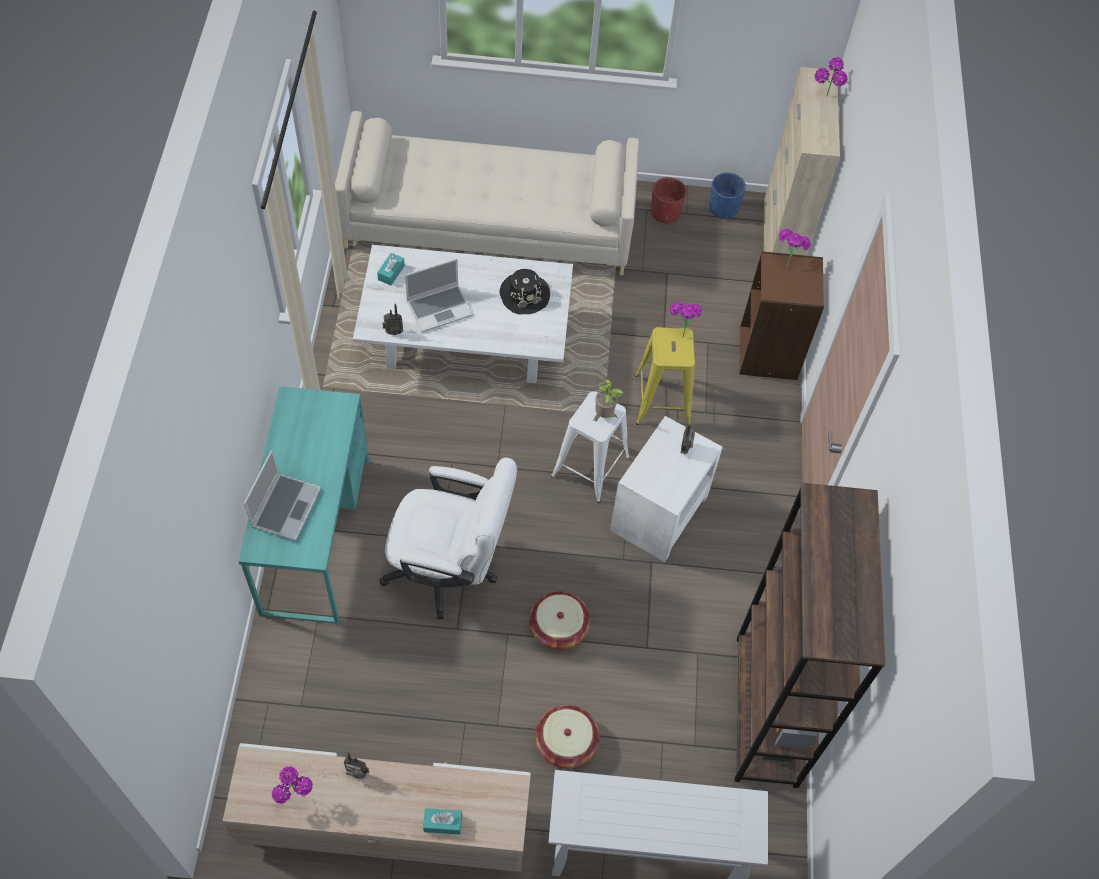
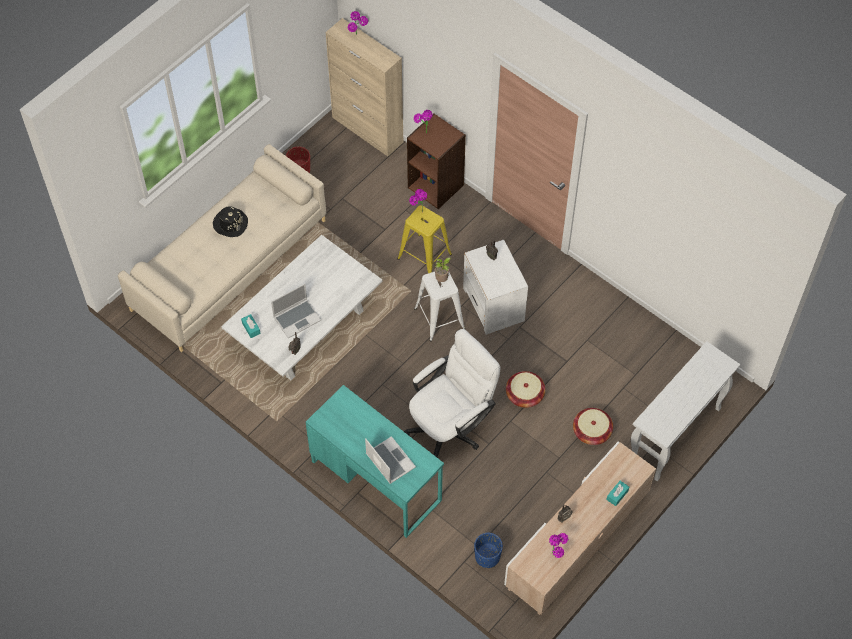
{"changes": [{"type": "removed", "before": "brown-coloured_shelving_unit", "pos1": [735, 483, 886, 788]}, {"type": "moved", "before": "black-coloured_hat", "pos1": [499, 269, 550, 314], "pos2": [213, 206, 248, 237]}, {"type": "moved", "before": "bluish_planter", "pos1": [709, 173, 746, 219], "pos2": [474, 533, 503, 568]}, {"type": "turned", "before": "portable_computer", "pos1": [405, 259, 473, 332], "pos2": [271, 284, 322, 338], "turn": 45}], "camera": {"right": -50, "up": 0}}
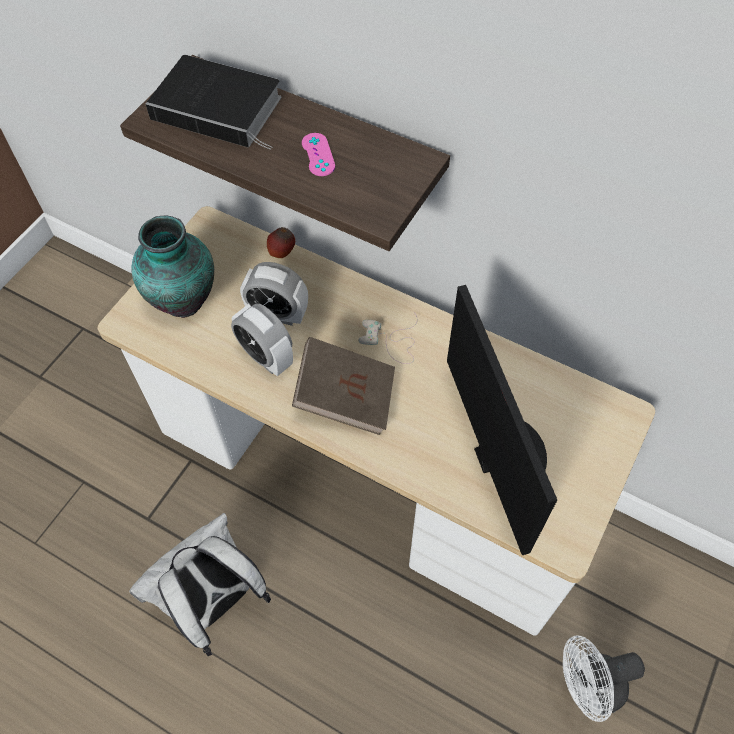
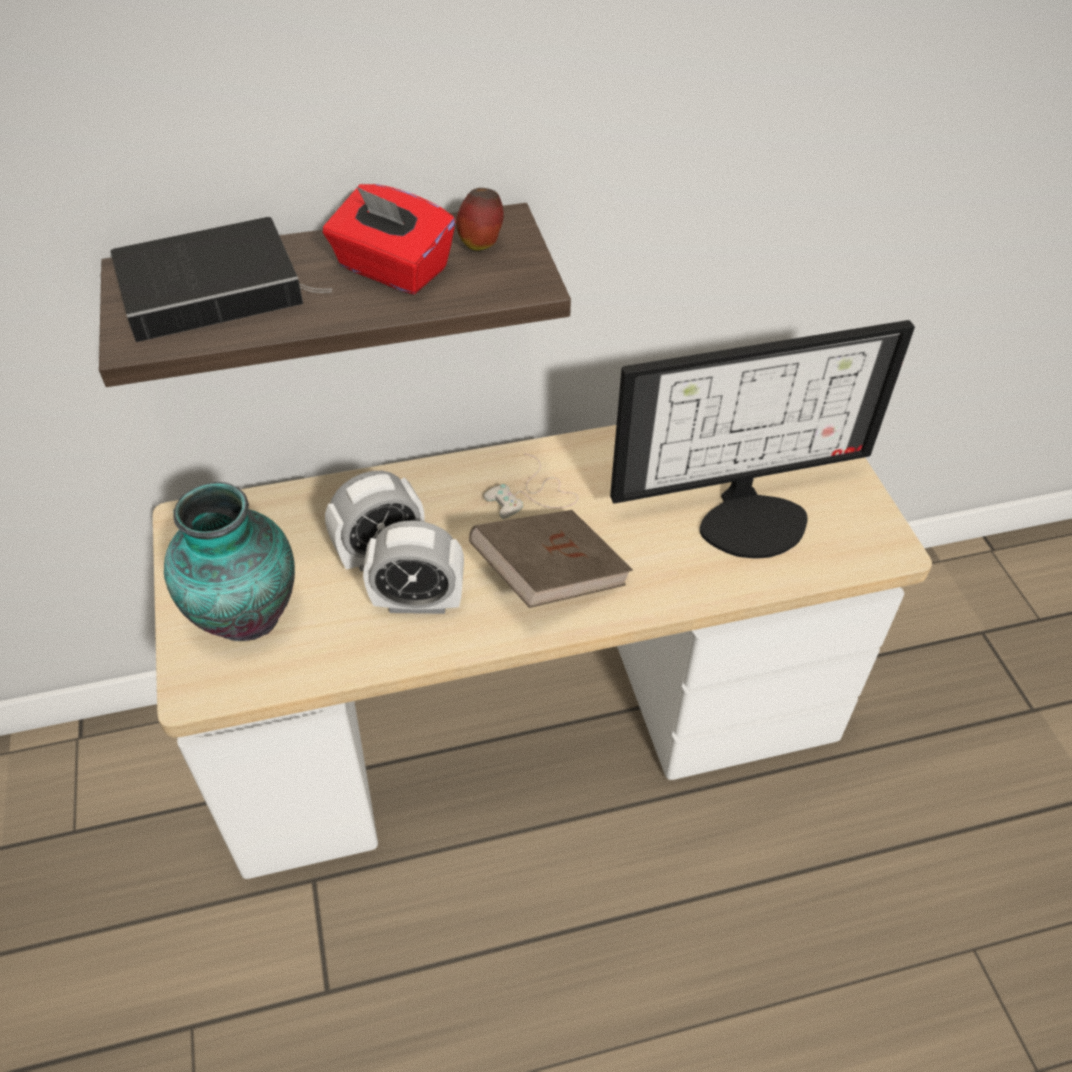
{"changes": [{"type": "removed", "before": "whitish_knapsack", "pos1": [129, 513, 271, 656]}, {"type": "removed", "before": "whitish_electric_fan", "pos1": [563, 636, 645, 722]}, {"type": "moved", "before": "apple", "pos1": [267, 227, 295, 258], "pos2": [456, 188, 504, 251]}, {"type": "replaced", "before": "pinkish_gamepad", "after": "red_tissue_holder", "pos1": [302, 133, 335, 176], "pos2": [323, 184, 456, 294]}, {"type": "turned", "before": "computer_screen", "pos1": [447, 285, 557, 555], "pos2": [610, 320, 915, 559], "turn": 135}], "camera": {"right": -45, "up": -10}}
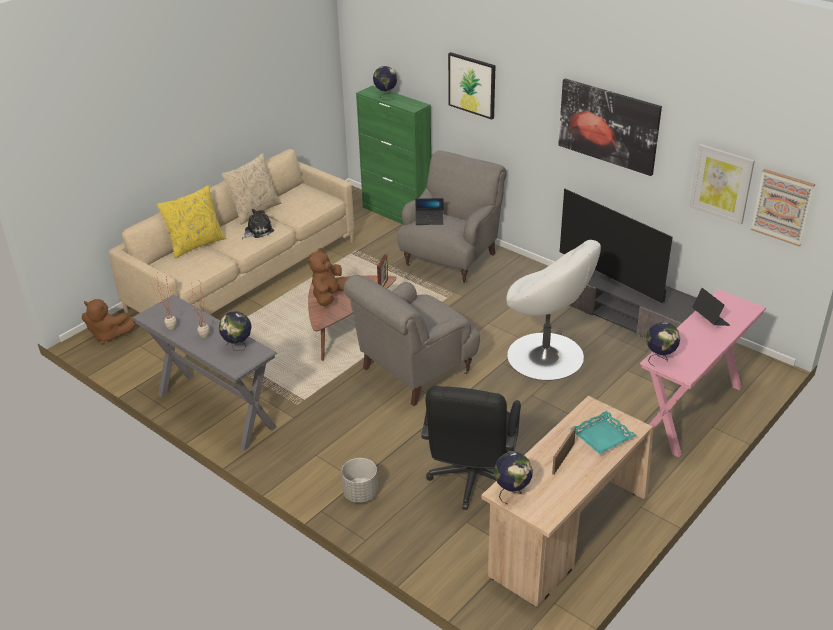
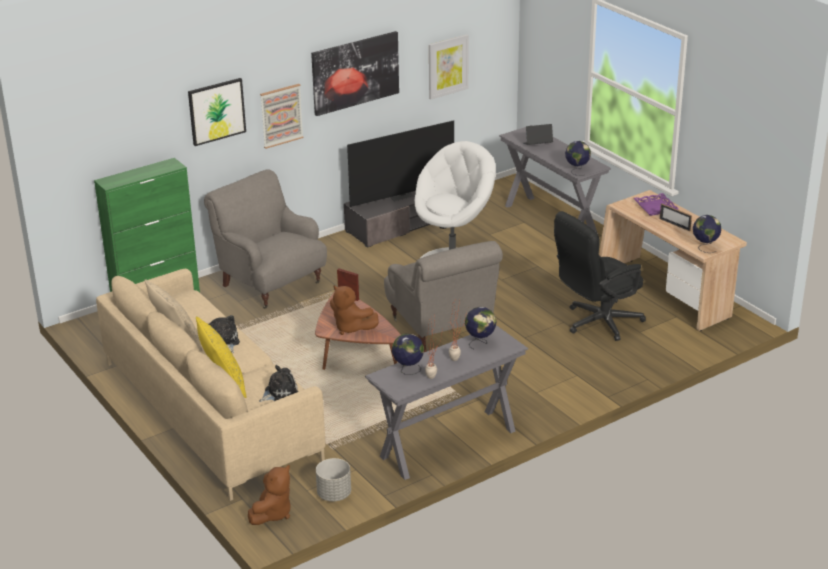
{"changes": [{"type": "removed", "before": "portable_computer", "pos1": [415, 198, 444, 225]}, {"type": "added", "after": "plush_toy", "pos2": [259, 365, 299, 402]}, {"type": "moved", "before": "grey_planter", "pos1": [341, 458, 378, 503], "pos2": [316, 458, 351, 501]}, {"type": "moved", "before": "world_globe", "pos1": [373, 66, 397, 100], "pos2": [392, 334, 424, 375]}, {"type": "moved", "before": "picture", "pos1": [751, 169, 815, 246], "pos2": [260, 84, 304, 149]}, {"type": "recoloured", "before": "turquoise_serving_tray", "after": "purple_serving_tray", "pos1": [570, 411, 637, 454], "pos2": [633, 193, 679, 216]}, {"type": "recoloured", "before": "pinkish_narrow_table", "after": "grey_narrow_table", "pos1": [640, 289, 766, 457], "pos2": [499, 125, 611, 234]}, {"type": "turned", "before": "black-coloured_computer_chair", "pos1": [421, 386, 521, 510], "pos2": [554, 211, 646, 341], "turn": 120}], "camera": {"right": -75, "up": -5}}
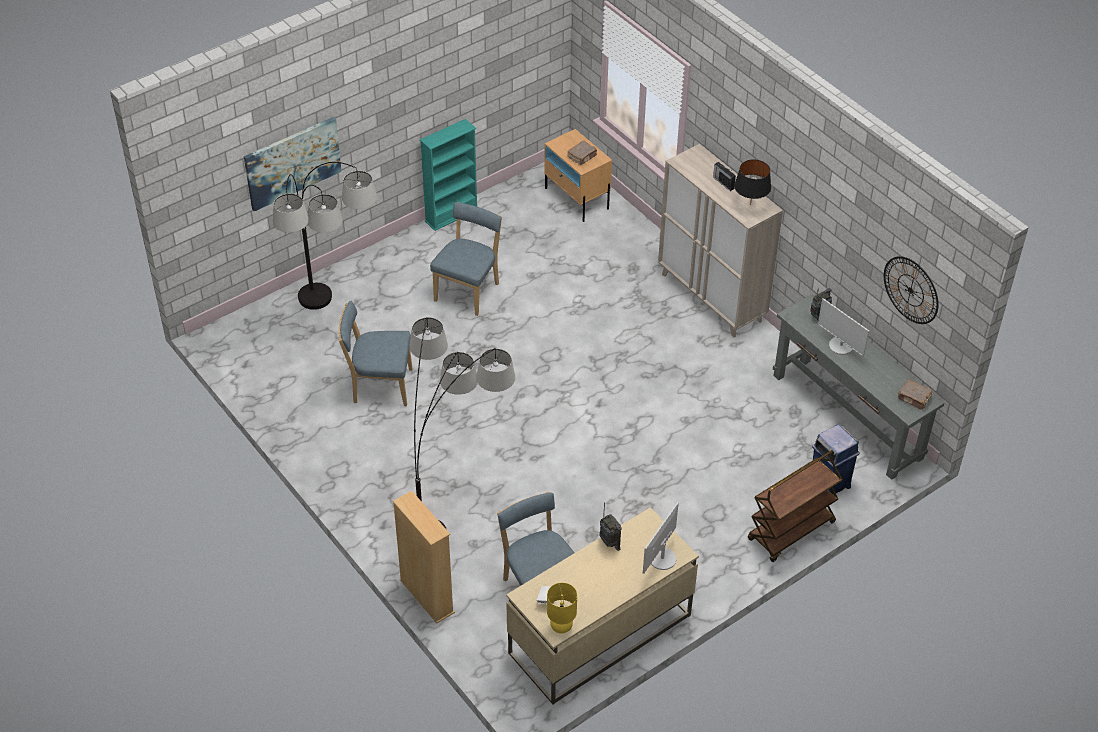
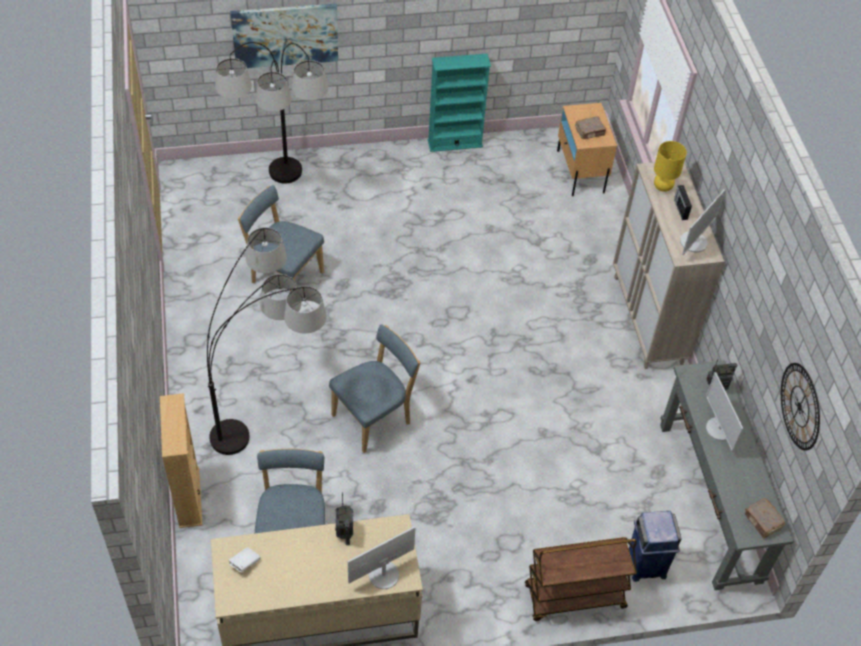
{"changes": [{"type": "moved", "before": "bluish_chair", "pos1": [430, 202, 502, 316], "pos2": [329, 325, 420, 453]}, {"type": "moved", "before": "yellow-coloured_lamp_for_a_table", "pos1": [547, 583, 577, 634], "pos2": [654, 141, 687, 192]}, {"type": "replaced", "before": "black-coloured_lamp_for_a_table", "after": "computer_screen", "pos1": [734, 159, 771, 205], "pos2": [680, 189, 725, 255]}], "camera": {"right": 25, "up": 5}}
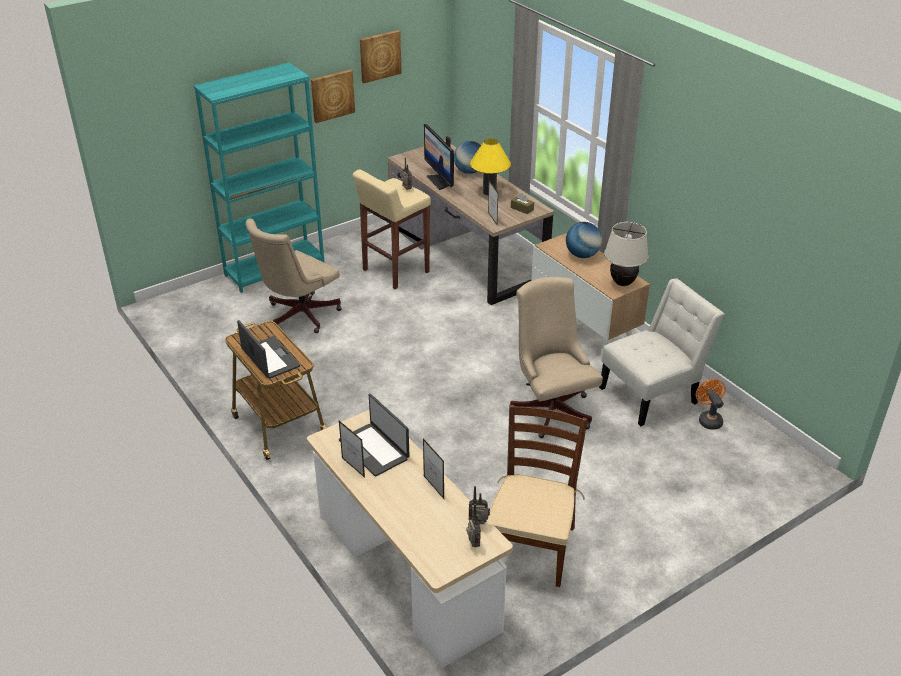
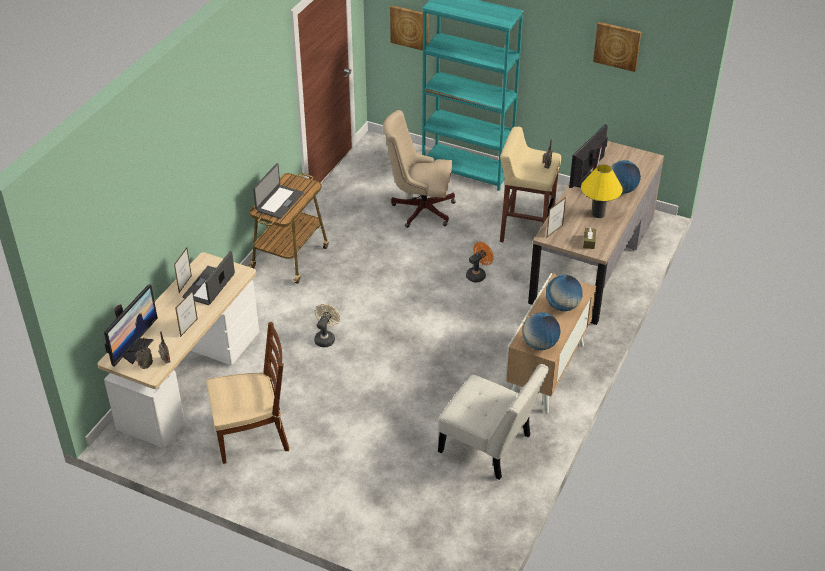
{"changes": [{"type": "removed", "before": "beige-coloured_computer_chair", "pos1": [510, 277, 603, 438]}, {"type": "added", "after": "computer_screen", "pos2": [104, 284, 158, 367]}, {"type": "added", "after": "beige-coloured_electric_fan", "pos2": [314, 304, 340, 347]}, {"type": "moved", "before": "picture", "pos1": [311, 70, 355, 123], "pos2": [390, 5, 429, 51]}, {"type": "moved", "before": "orange_electric_fan", "pos1": [696, 379, 726, 430], "pos2": [466, 242, 494, 283]}, {"type": "replaced", "before": "beige-coloured_lamp_for_a_table", "after": "world_globe", "pos1": [604, 222, 649, 286], "pos2": [522, 312, 561, 350]}], "camera": {"right": 60, "up": 5}}
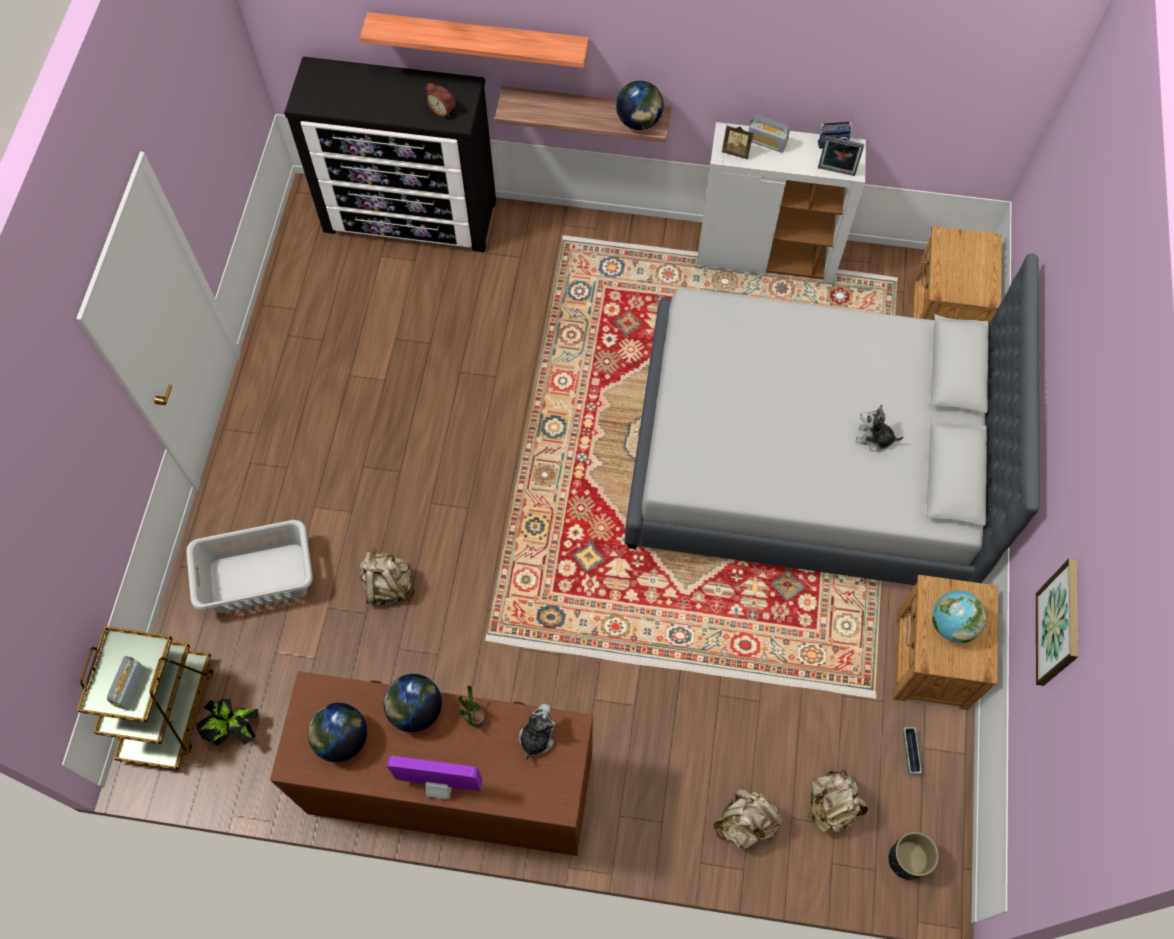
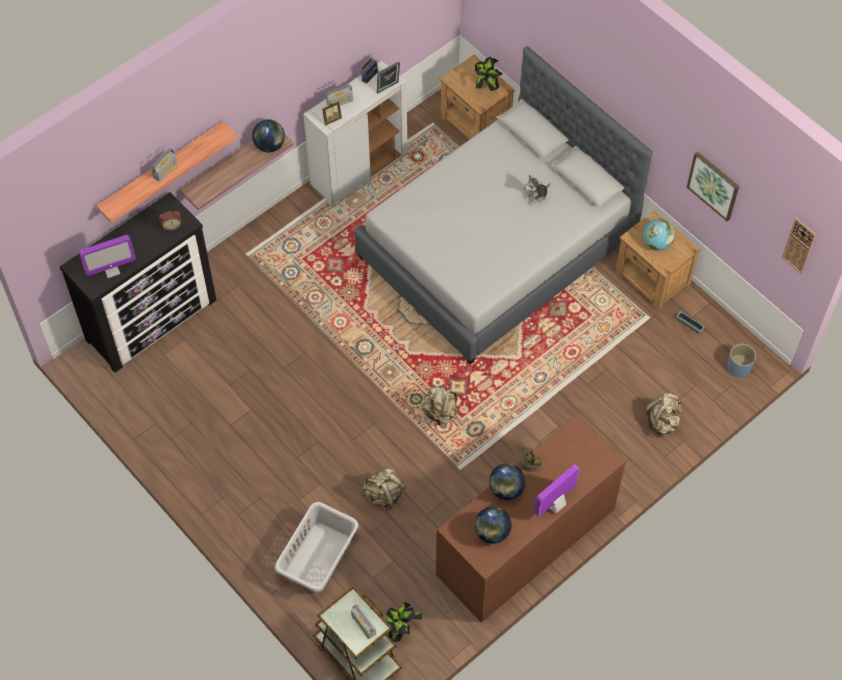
{"changes": [{"type": "removed", "before": "plush_toy", "pos1": [519, 704, 555, 760]}, {"type": "added", "after": "computer_screen", "pos2": [79, 235, 136, 278]}, {"type": "added", "after": "radio_set", "pos2": [151, 148, 177, 182]}, {"type": "added", "after": "houseplant", "pos2": [475, 57, 502, 91]}, {"type": "added", "after": "wall_clock", "pos2": [782, 218, 816, 273]}, {"type": "moved", "before": "beige-coloured_knapsack", "pos1": [808, 770, 868, 833], "pos2": [421, 385, 458, 425]}, {"type": "recoloured", "before": "black-coloured_planter", "after": "bluish_planter", "pos1": [888, 832, 939, 880], "pos2": [727, 344, 756, 377]}], "camera": {"right": -50, "up": -5}}
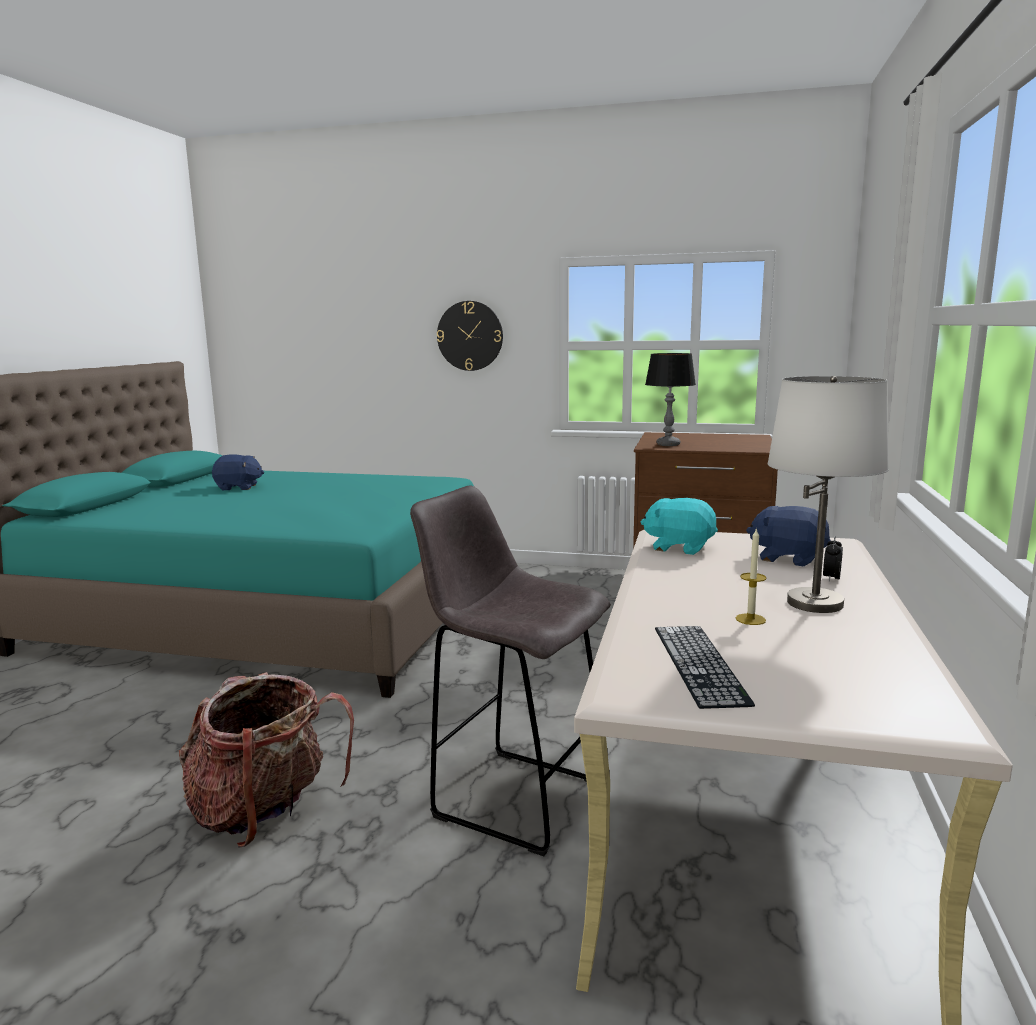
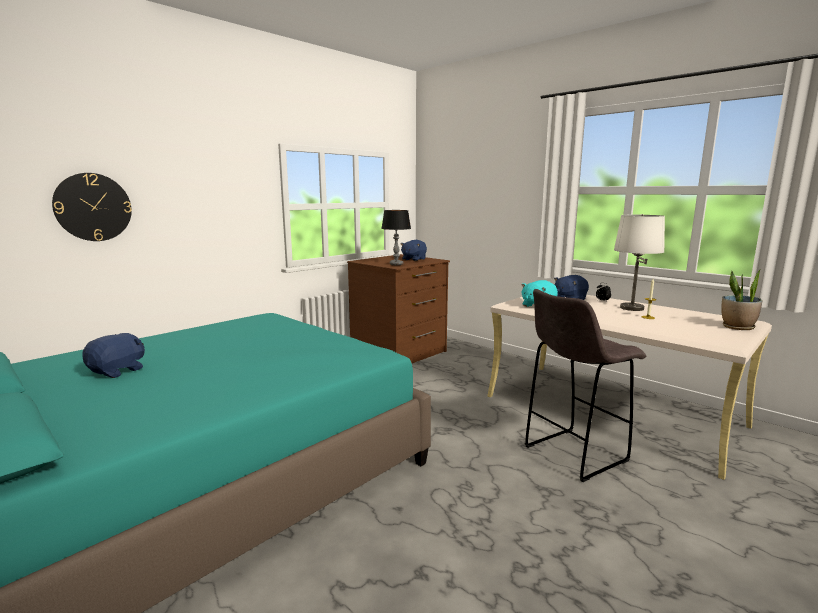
{"changes": [{"type": "removed", "before": "knapsack", "pos1": [179, 672, 354, 848]}, {"type": "removed", "before": "computer_keyboard", "pos1": [655, 626, 755, 709]}, {"type": "added", "after": "bluish_plush_toy", "pos2": [401, 240, 427, 261]}, {"type": "added", "after": "houseplant", "pos2": [721, 269, 763, 330]}, {"type": "moved", "before": "wall_clock", "pos1": [437, 301, 503, 371], "pos2": [52, 173, 132, 241]}], "camera": {"right": -60, "up": 0}}
